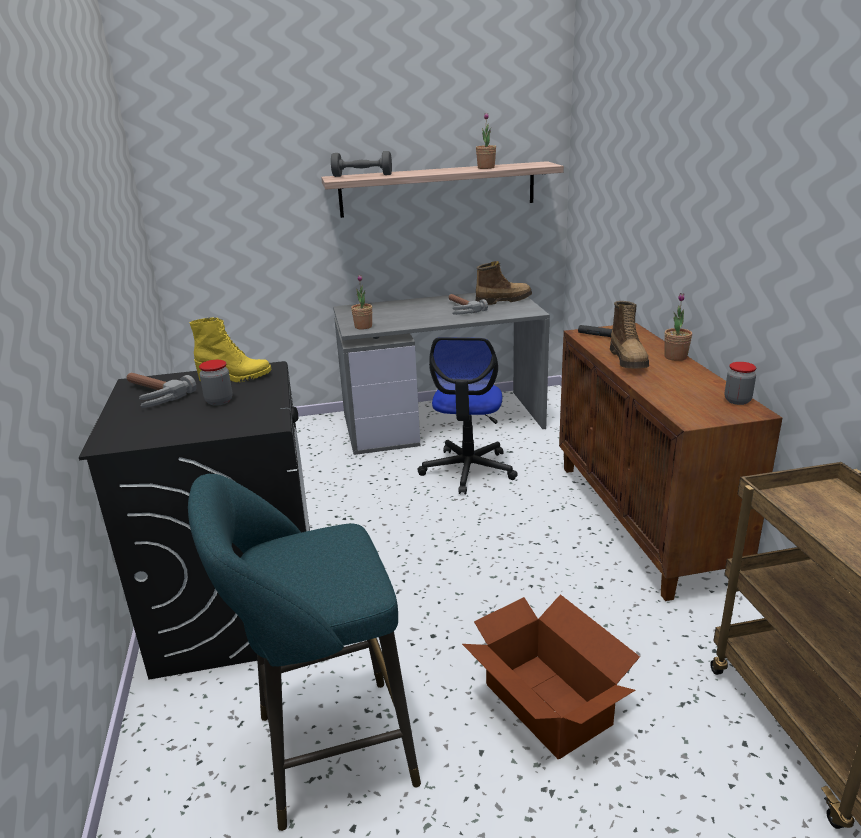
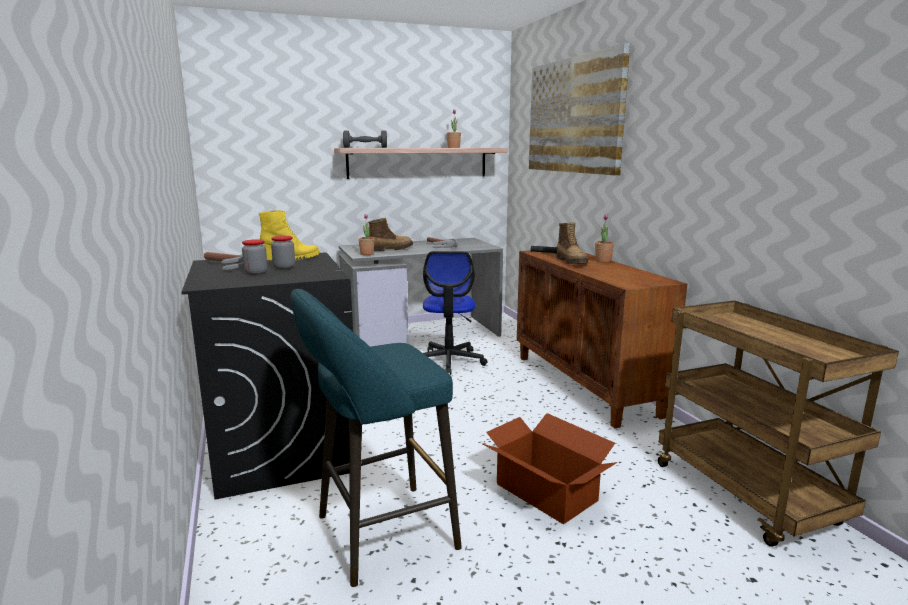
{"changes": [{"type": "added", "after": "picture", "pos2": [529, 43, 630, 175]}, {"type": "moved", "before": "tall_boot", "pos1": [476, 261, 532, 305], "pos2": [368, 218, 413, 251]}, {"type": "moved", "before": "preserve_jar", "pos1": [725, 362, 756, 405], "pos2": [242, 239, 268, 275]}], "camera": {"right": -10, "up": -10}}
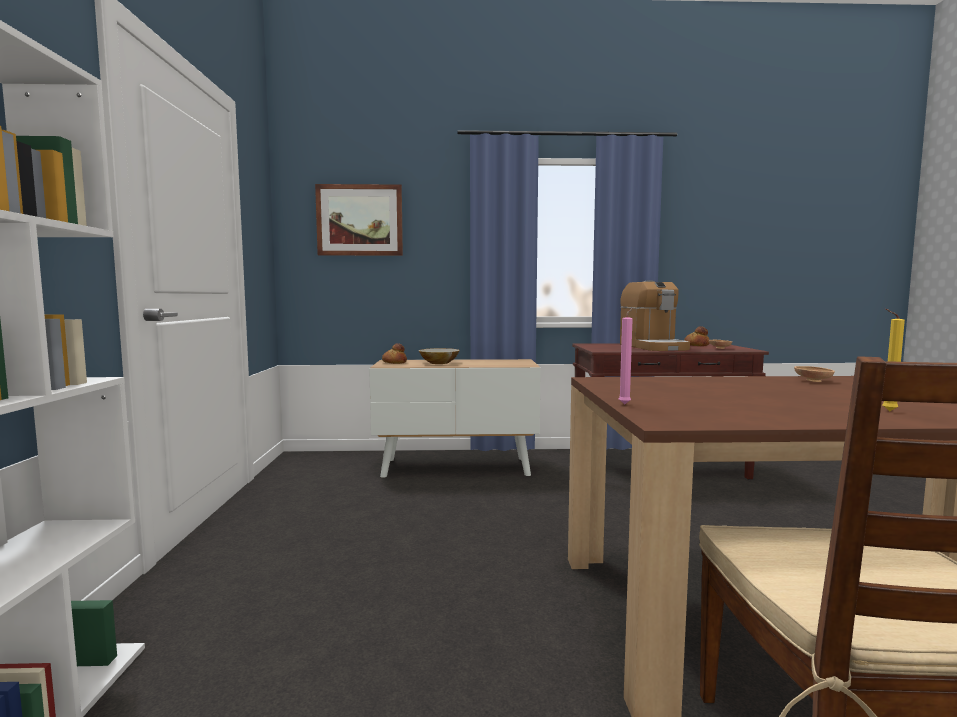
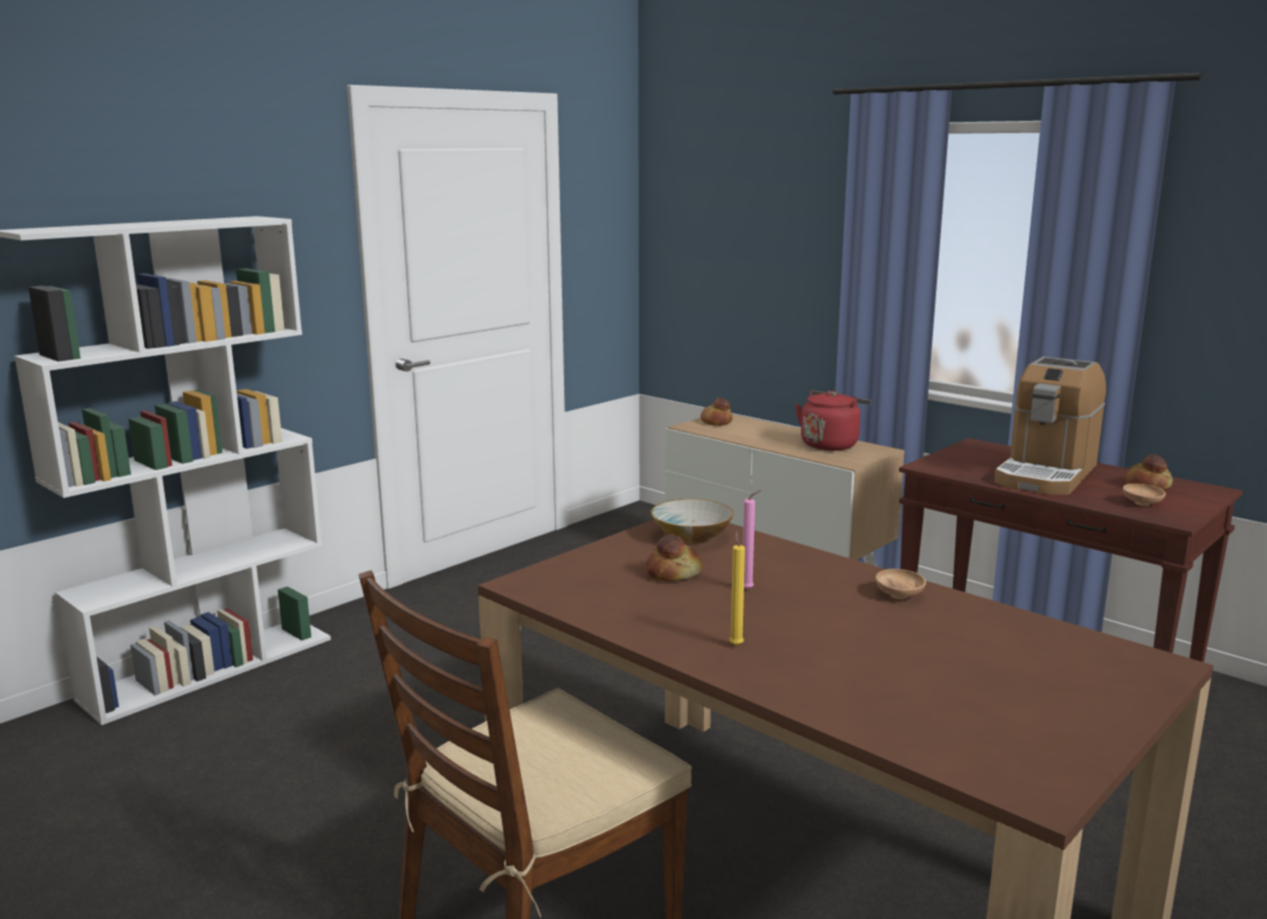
{"changes": [{"type": "removed", "before": "picture", "pos1": [315, 184, 403, 256]}, {"type": "added", "after": "baked_bread", "pos2": [645, 534, 702, 581]}, {"type": "added", "after": "red_tea_kettle", "pos2": [795, 390, 871, 451]}, {"type": "moved", "before": "bowl", "pos1": [419, 348, 460, 364], "pos2": [651, 499, 734, 543]}, {"type": "moved", "before": "pinkish_wax_candle", "pos1": [619, 308, 633, 405], "pos2": [743, 490, 761, 590]}], "camera": {"right": 45, "up": 10}}
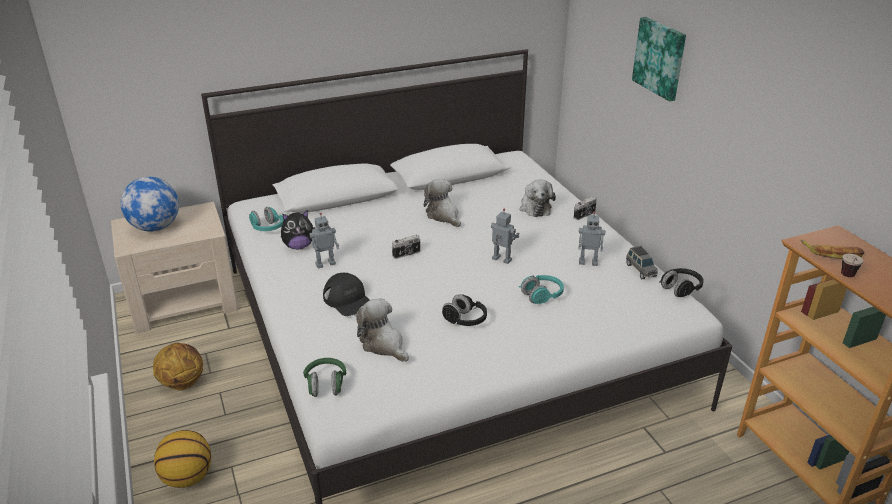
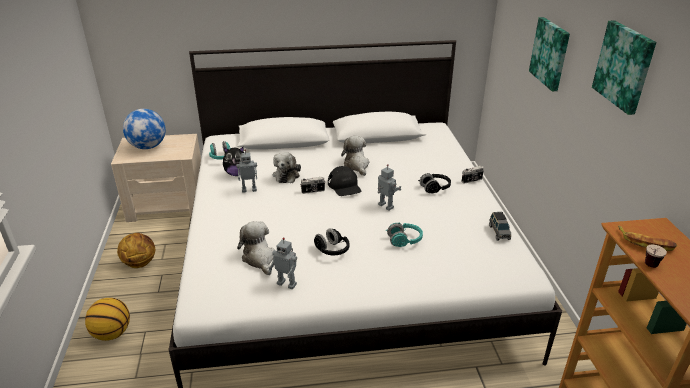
{"changes": [{"type": "removed", "before": "green_pair_of_headphones", "pos1": [303, 358, 346, 397]}, {"type": "added", "after": "picture", "pos2": [592, 20, 656, 115]}, {"type": "moved", "before": "black-coloured_cap", "pos1": [323, 273, 370, 316], "pos2": [328, 166, 361, 196]}, {"type": "moved", "before": "plush_toy", "pos1": [520, 180, 556, 217], "pos2": [273, 152, 301, 183]}, {"type": "moved", "before": "robot_figure", "pos1": [579, 211, 605, 266], "pos2": [268, 237, 297, 289]}, {"type": "moved", "before": "black-coloured_pair_of_headphones", "pos1": [659, 268, 704, 297], "pos2": [418, 173, 451, 194]}], "camera": {"right": 15, "up": 0}}
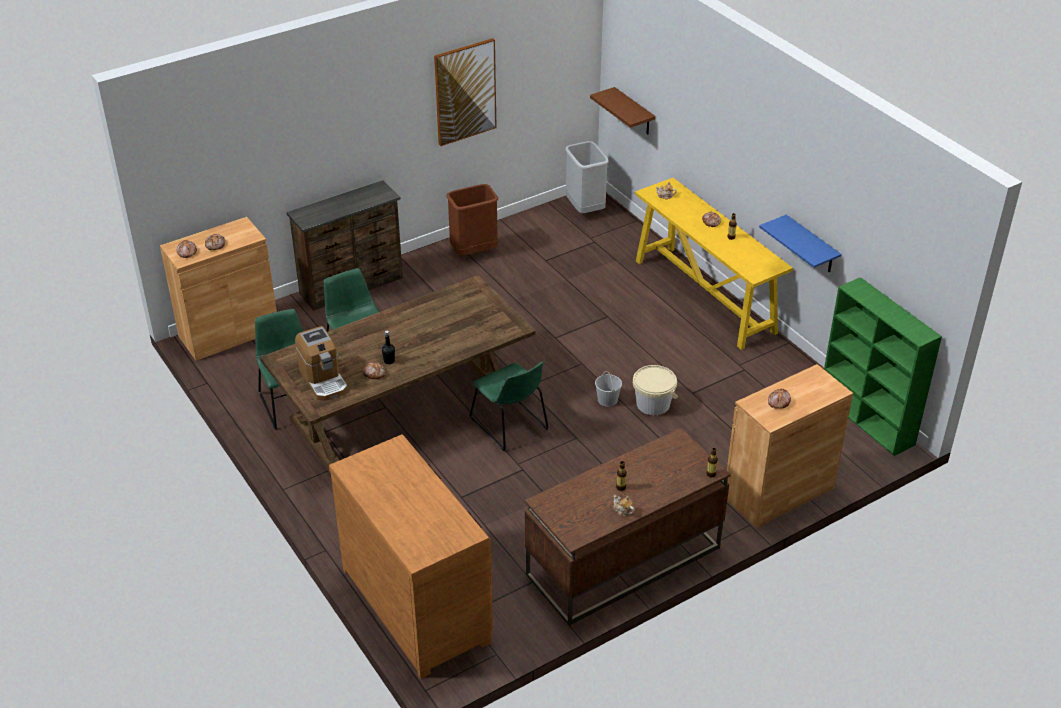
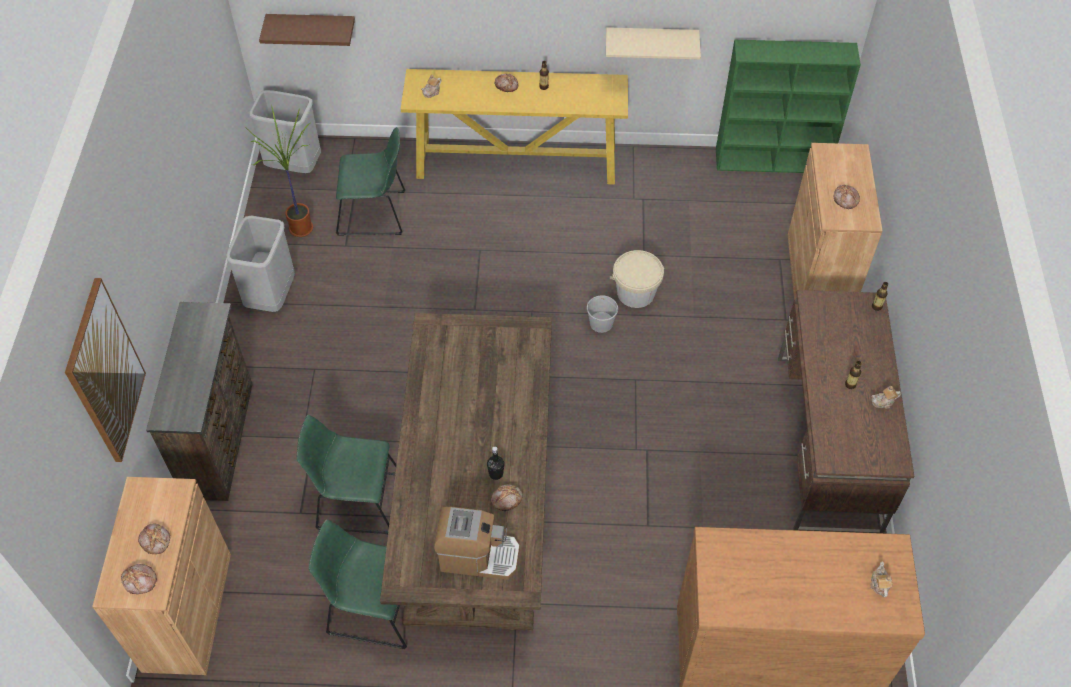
{"changes": [{"type": "added", "after": "houseplant", "pos2": [245, 105, 313, 237]}, {"type": "added", "after": "teapot", "pos2": [870, 562, 892, 597]}, {"type": "moved", "before": "picture", "pos1": [434, 38, 497, 146], "pos2": [65, 278, 146, 462]}, {"type": "moved", "before": "green_chair", "pos1": [469, 362, 549, 451], "pos2": [336, 127, 405, 236]}, {"type": "recoloured", "before": "brown-coloured_rubbish_bin", "after": "grey_rubbish_bin", "pos1": [447, 184, 498, 256], "pos2": [226, 216, 295, 312]}, {"type": "recoloured", "before": "bluish_shelf", "after": "beige-coloured_shelf", "pos1": [759, 215, 841, 273], "pos2": [606, 27, 701, 60]}], "camera": {"right": -55, "up": 15}}
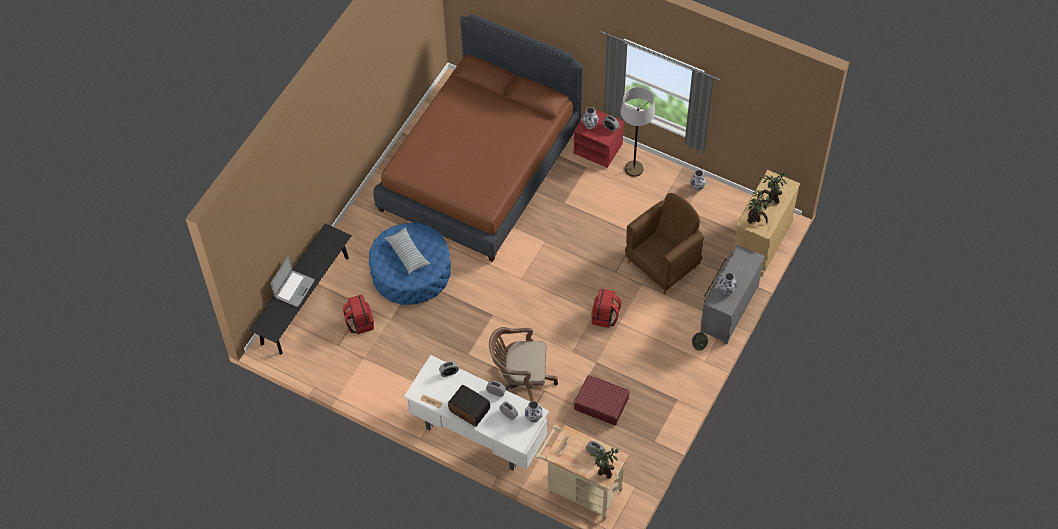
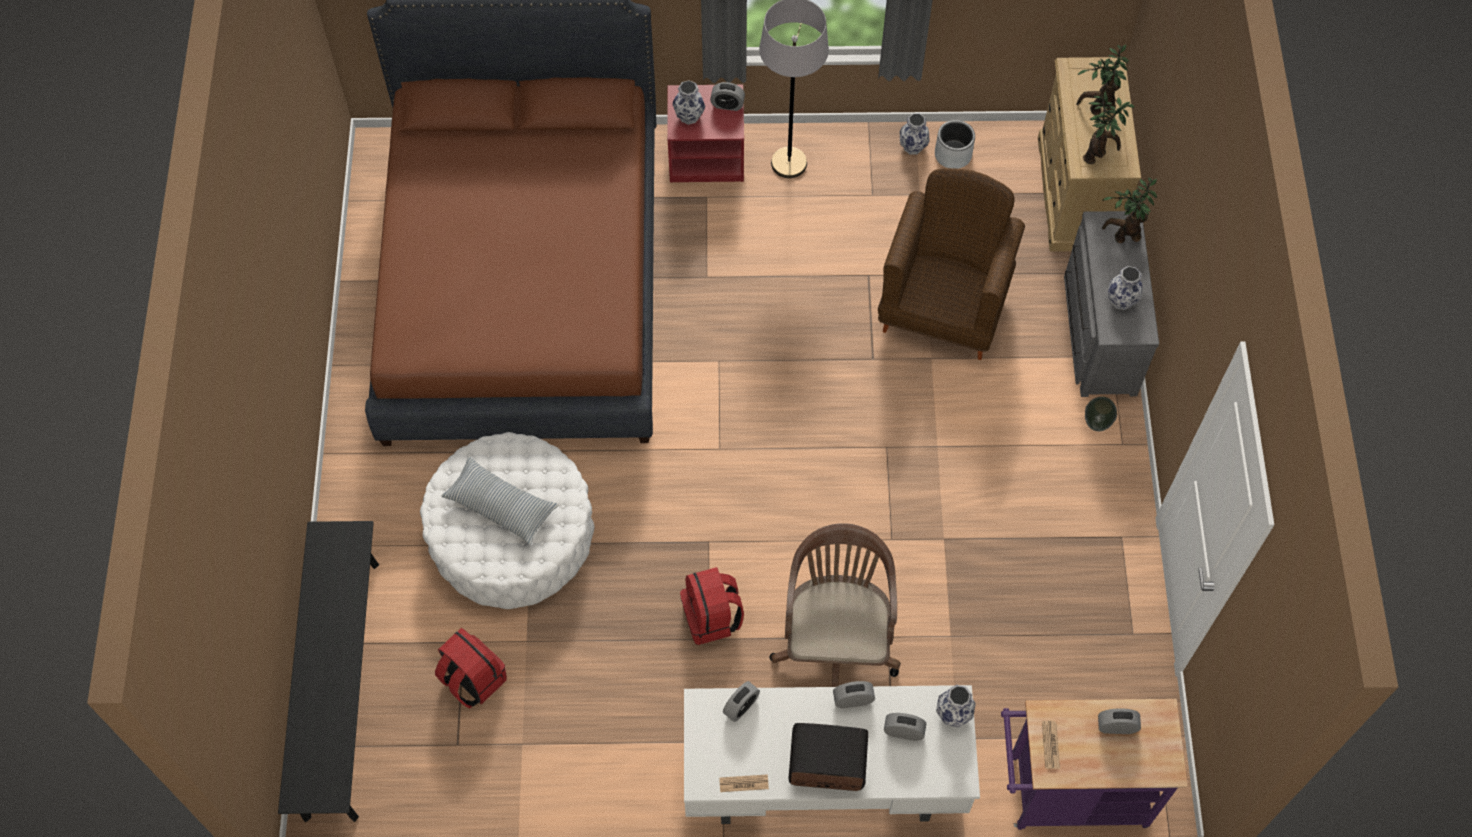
{"changes": [{"type": "removed", "before": "portable_computer", "pos1": [271, 256, 315, 307]}, {"type": "removed", "before": "red_piece_of_luggage", "pos1": [574, 375, 630, 425]}, {"type": "added", "after": "grey_planter", "pos2": [935, 120, 975, 169]}, {"type": "moved", "before": "houseplant", "pos1": [590, 447, 619, 479], "pos2": [1102, 178, 1157, 243]}, {"type": "moved", "before": "red_knapsack", "pos1": [591, 289, 622, 328], "pos2": [680, 567, 744, 645]}, {"type": "recoloured", "before": "bluish_footrest", "after": "whitish_footrest", "pos1": [369, 223, 451, 305], "pos2": [420, 432, 595, 609]}, {"type": "recoloured", "before": "beige-coloured_wheeled_cart", "after": "purple_wheeled_cart", "pos1": [536, 425, 629, 520], "pos2": [1001, 699, 1188, 830]}, {"type": "turned", "before": "brown-coloured_computer_chair", "pos1": [489, 327, 558, 401], "pos2": [769, 523, 901, 687], "turn": 120}], "camera": {"right": -30, "up": 5}}
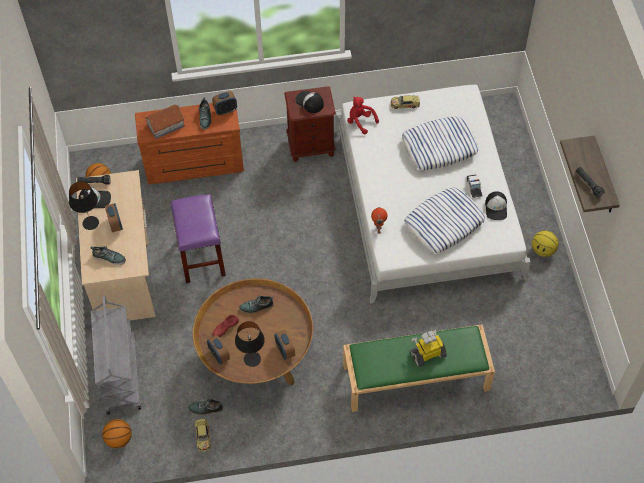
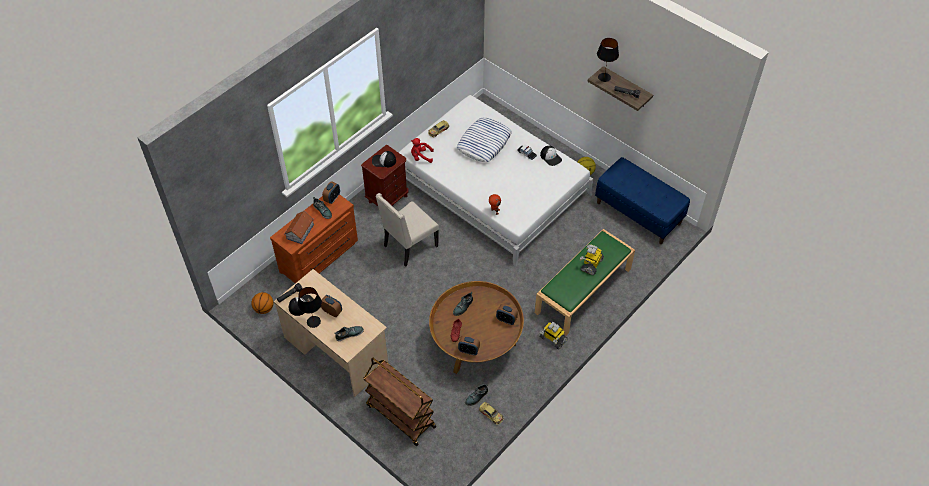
{"changes": [{"type": "removed", "before": "ball_for_basketball", "pos1": [102, 419, 132, 448]}, {"type": "removed", "before": "purple_stool", "pos1": [171, 194, 226, 283]}, {"type": "removed", "before": "throw_pillow", "pos1": [404, 187, 485, 253]}, {"type": "added", "after": "beige-coloured_chair", "pos2": [376, 193, 439, 267]}, {"type": "added", "after": "robot_figure", "pos2": [540, 322, 568, 350]}, {"type": "added", "after": "bluish_indoor_bench", "pos2": [595, 157, 690, 244]}, {"type": "moved", "before": "black-coloured_lamp_for_a_table", "pos1": [235, 321, 265, 367], "pos2": [597, 38, 619, 82]}, {"type": "recoloured", "before": "grey_wheeled_cart", "after": "brown-coloured_wheeled_cart", "pos1": [91, 296, 142, 414], "pos2": [363, 358, 436, 446]}], "camera": {"right": -40, "up": -5}}
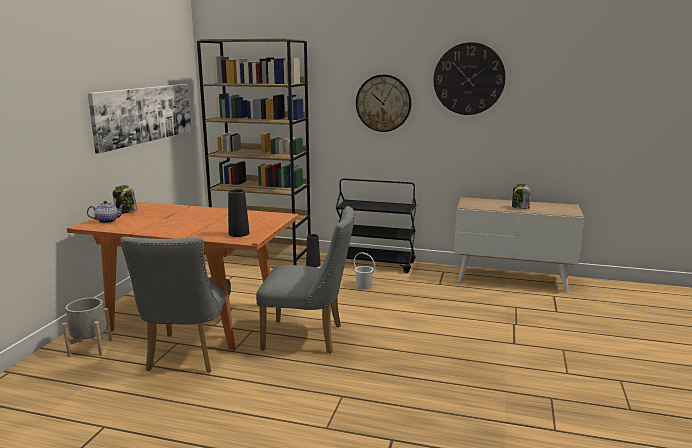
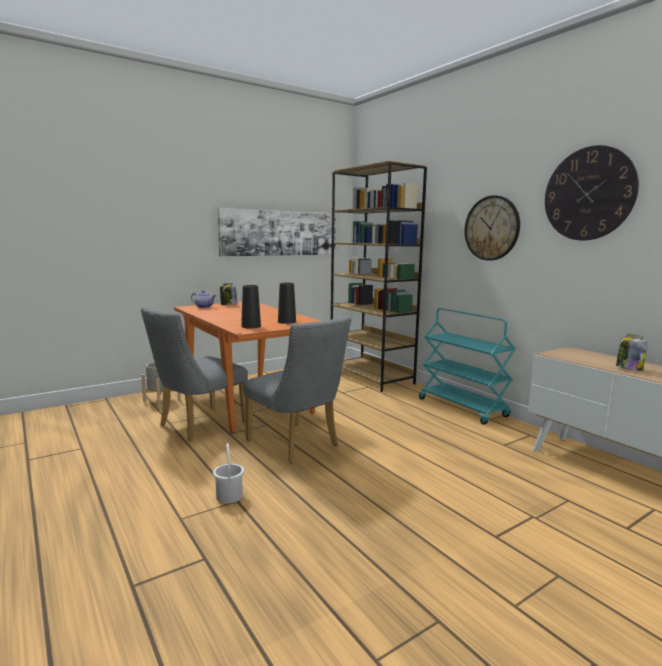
{"changes": [{"type": "moved", "before": "black-coloured_vase", "pos1": [306, 234, 321, 268], "pos2": [278, 283, 296, 324]}, {"type": "moved", "before": "whitish_pail", "pos1": [354, 252, 375, 289], "pos2": [213, 443, 244, 504]}, {"type": "recoloured", "before": "black-coloured_wheeled_cart", "after": "turquoise_wheeled_cart", "pos1": [336, 178, 416, 273], "pos2": [419, 308, 516, 425]}], "camera": {"right": 40, "up": -5}}
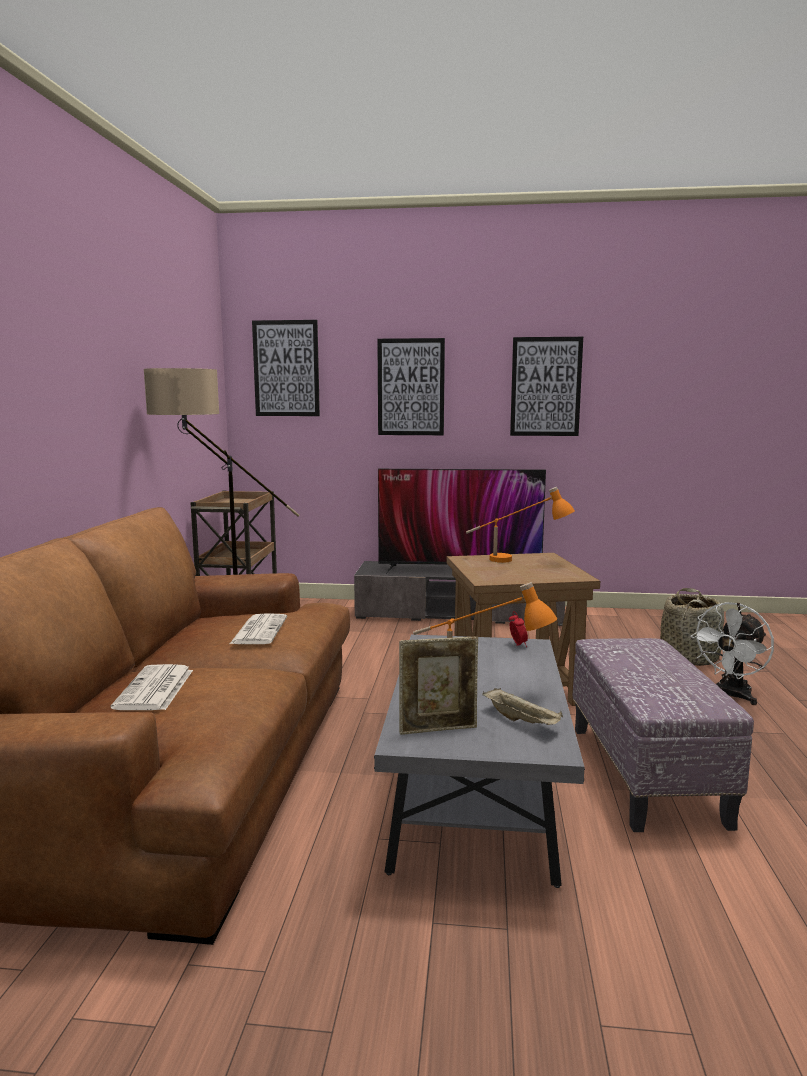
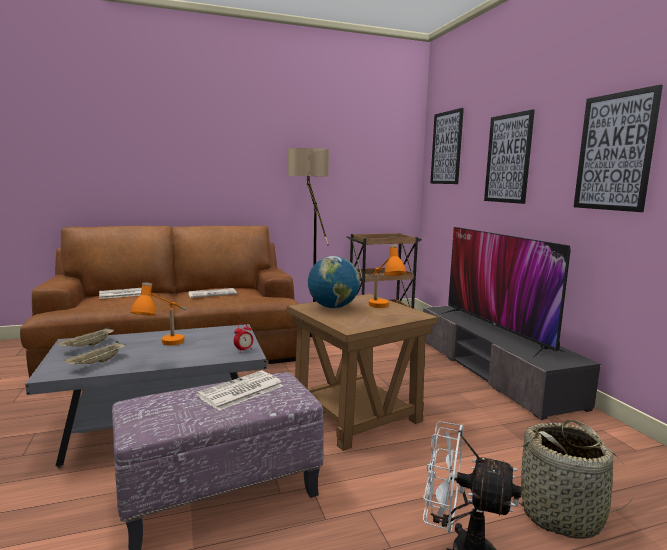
{"changes": [{"type": "added", "after": "newspaper", "pos2": [196, 371, 283, 411]}, {"type": "added", "after": "world_globe", "pos2": [308, 256, 360, 308]}, {"type": "replaced", "before": "photo_frame", "after": "beige-coloured_serving_tray", "pos1": [399, 637, 478, 735], "pos2": [57, 327, 114, 347]}], "camera": {"right": 65, "up": 0}}
